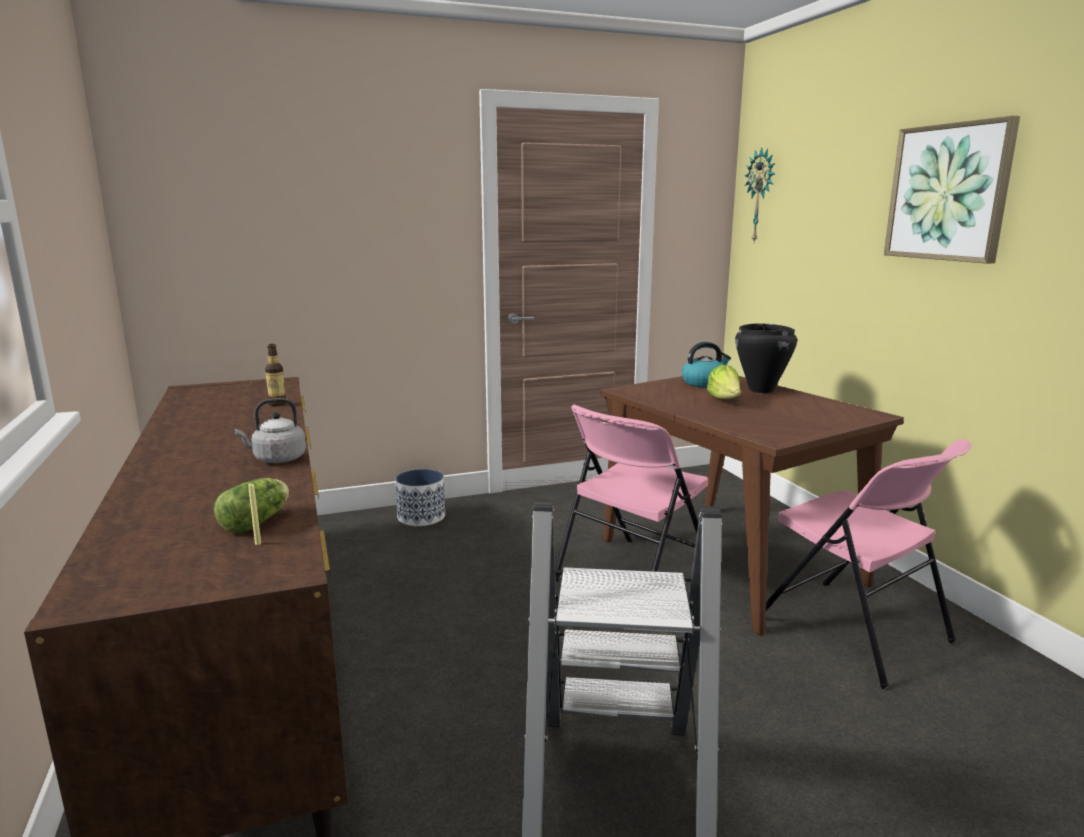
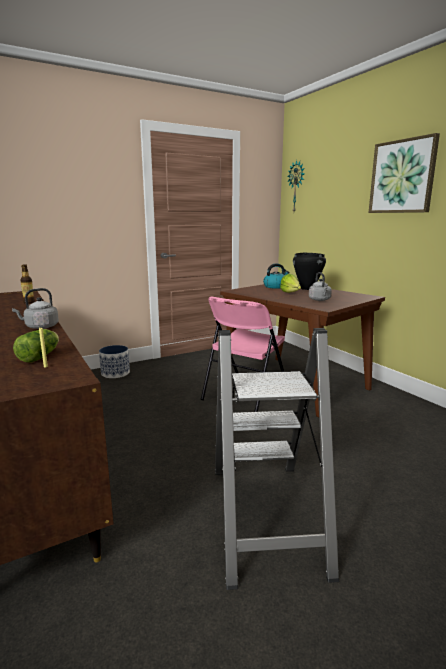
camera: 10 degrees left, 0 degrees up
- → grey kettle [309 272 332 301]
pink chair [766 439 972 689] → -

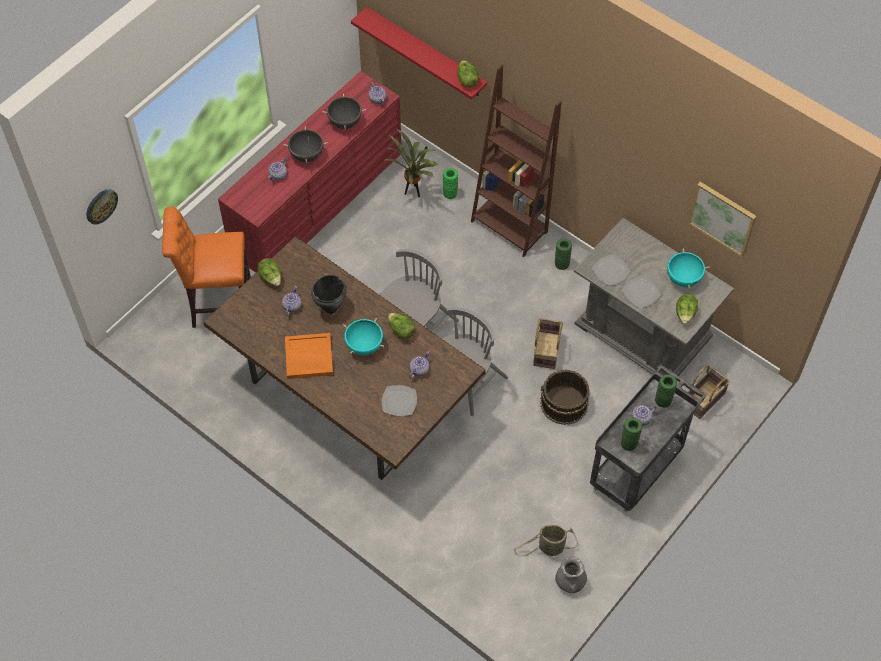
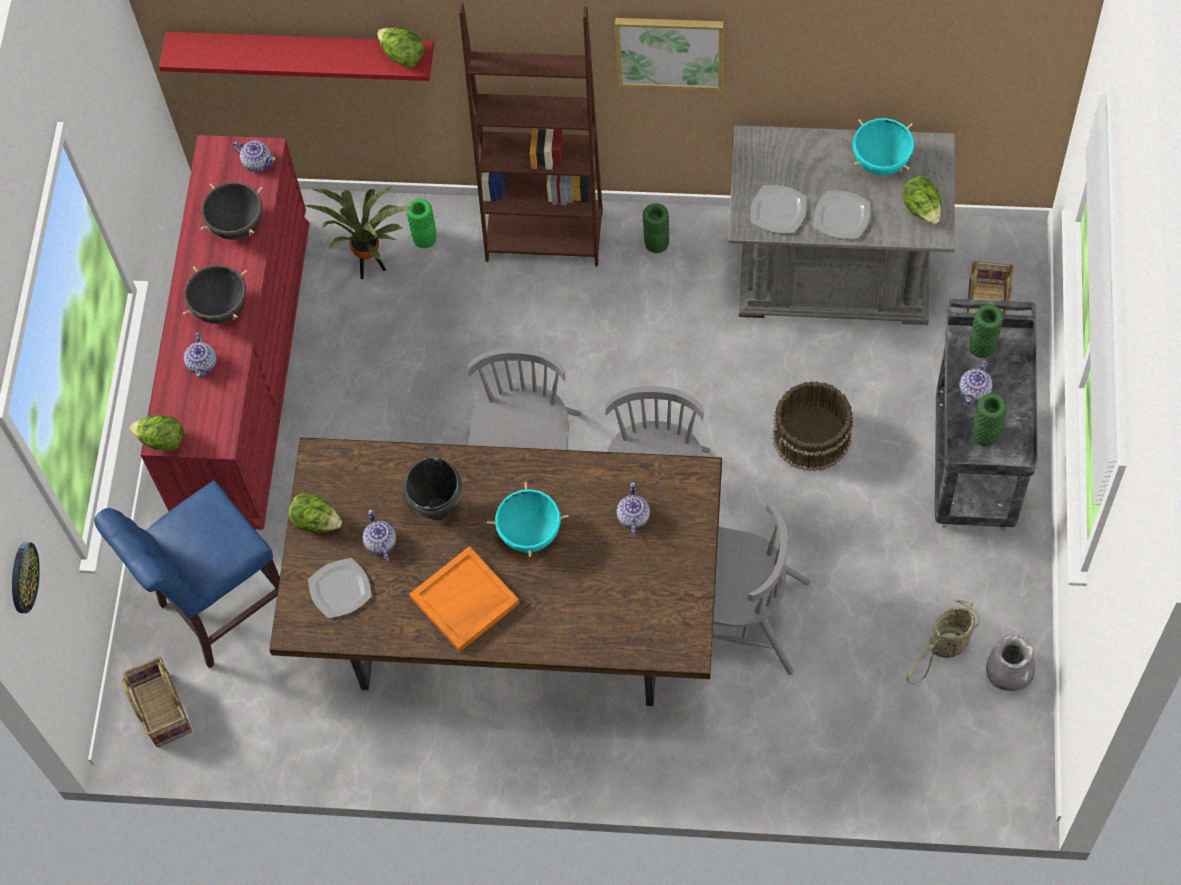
camera: 30 degrees left, 5 degrees up
orange stool [162 207 251 328] → blue stool [94 480 280 669]
basket [533 318 563 369] → basket [122 657 192 747], relocated
lettuce [388 313 415 339] → lettuce [130 415 183 451], relocated
plate [382 385 417 416] → plate [308 558 372 618], relocated
picture [688 182 756 257] → picture [615 18 724 91], relocated
- → grey chair [712 504 811 675]

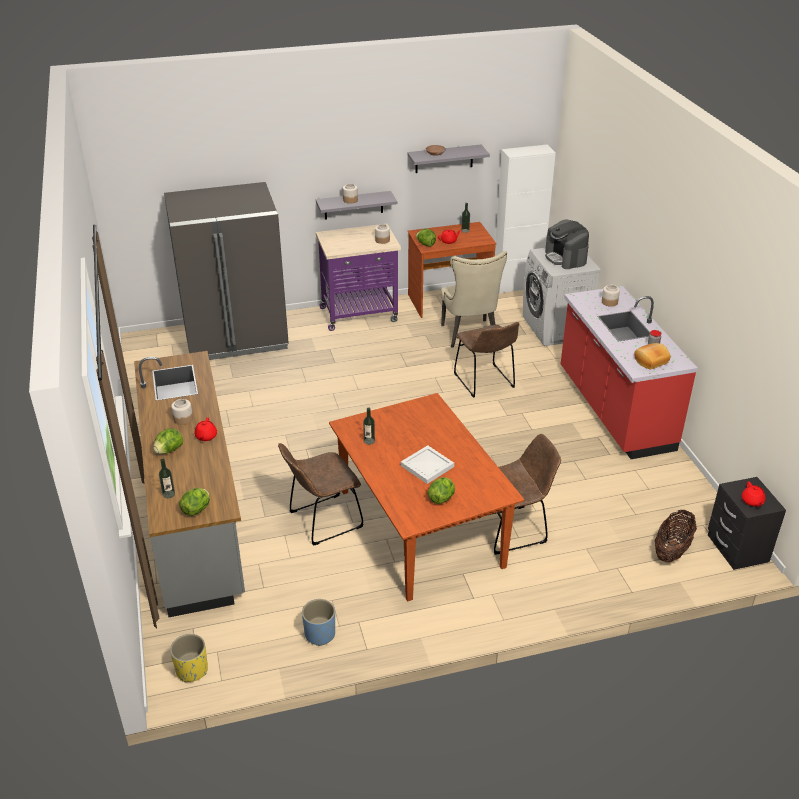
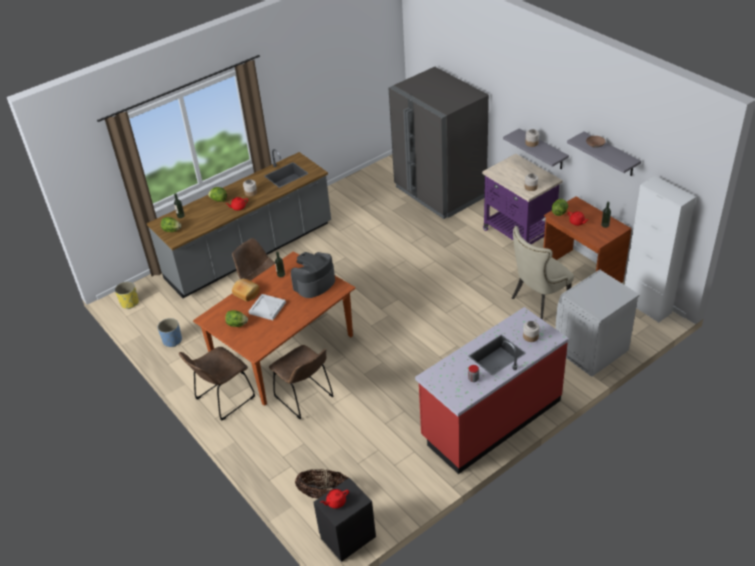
camera: 70 degrees right, 5 degrees up
brown chair [454 322 519 398] → brown chair [179 347 255 420], relocated
bread [634 343 670 369] → bread [232 279 260 302], relocated
coffee machine [545 220 589 269] → coffee machine [291 252 335 298], relocated

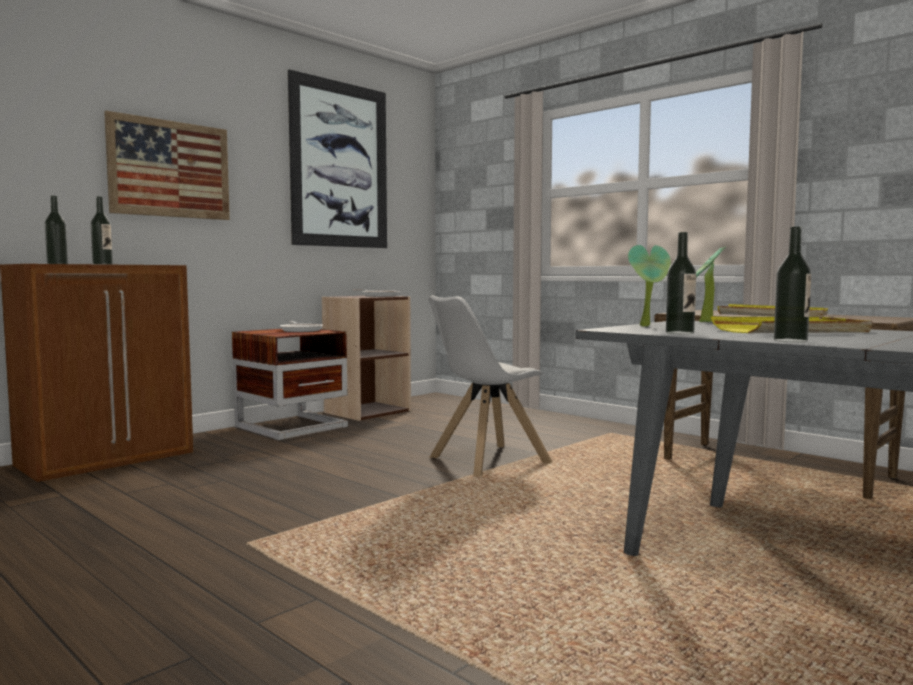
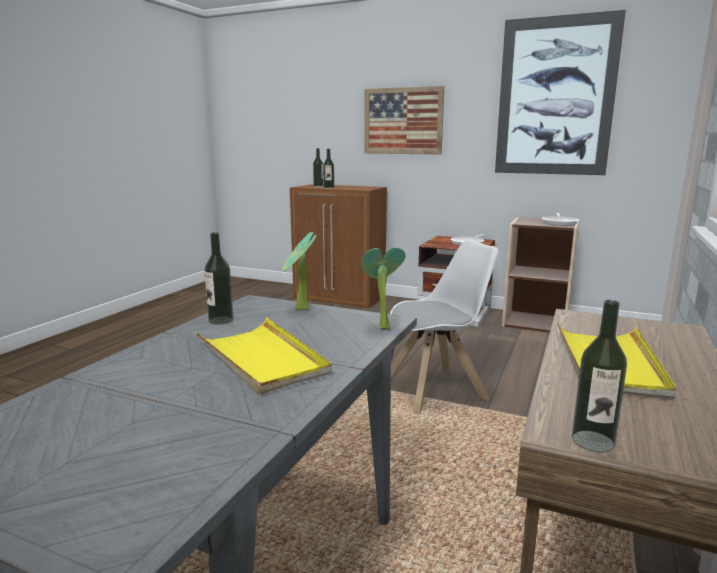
camera: 70 degrees right, 10 degrees up
chair [428 295 552 477] → chair [390 239 498 414], 120 degrees clockwise
bottle [774 226 811 342] → bottle [572 300 627 452], relocated

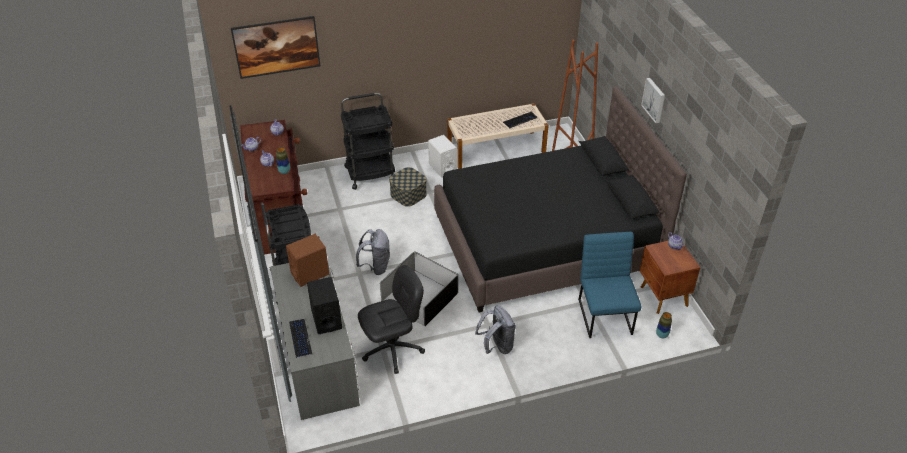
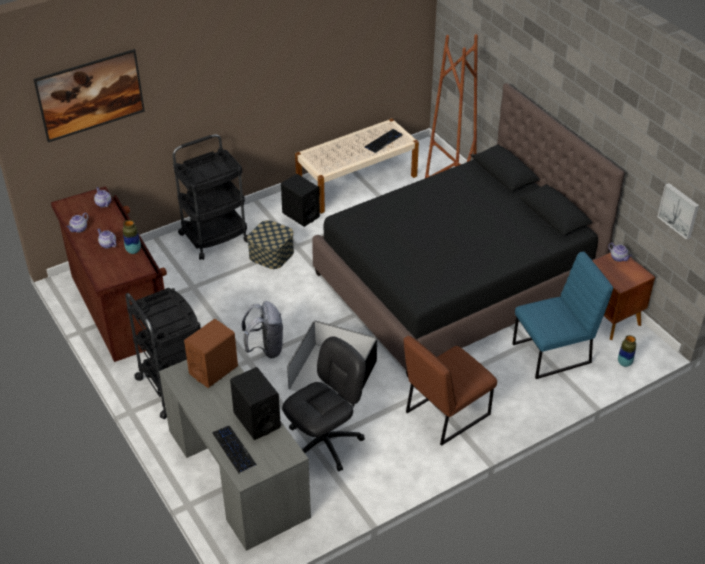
camera: 15 degrees left, 0 degrees up
white speaker [428 135 457 178] → black speaker [281 174 320 227]
grey backpack [475 306 516 354] → brown chair [404 336 497 446]
blue chair [578 232 641 338] → blue chair [512 251 613 379], 90 degrees clockwise
picture [641 78 665 123] → picture [658 183 699 240], relocated

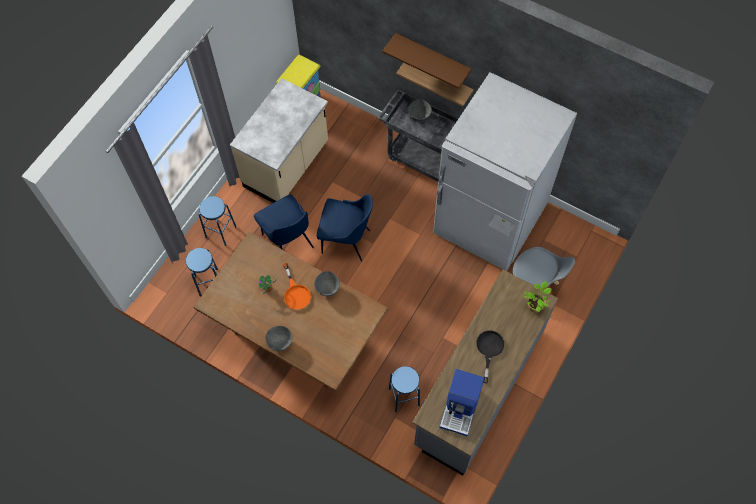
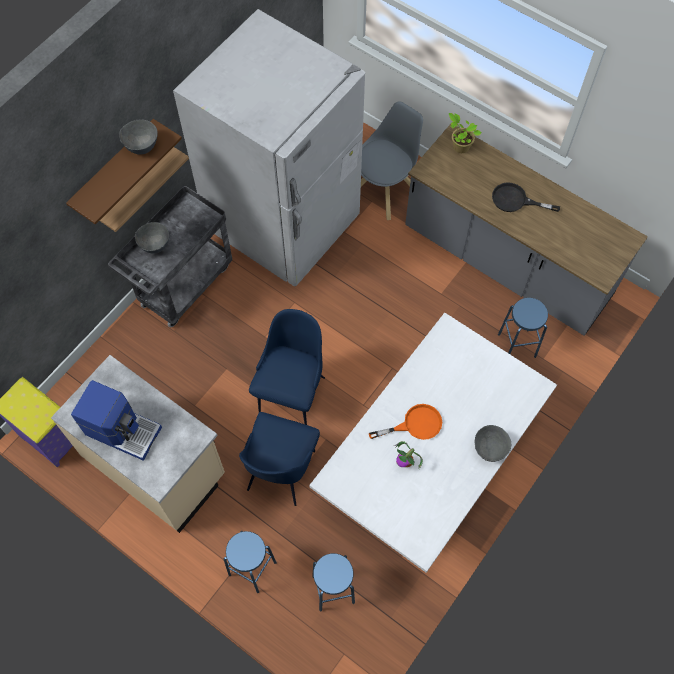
camera: 85 degrees left, 0 degrees up
coffee machine [439 369 484 436] → coffee machine [71 380 162 461], relocated
grey bowl [314 271 340 296] → grey bowl [119 119 158 155], relocated
blue chair [254 194 314 249] → blue chair [239 412 320 506], 135 degrees clockwise
brown dining table [194 232 388 391] → white dining table [309 312 557 573]

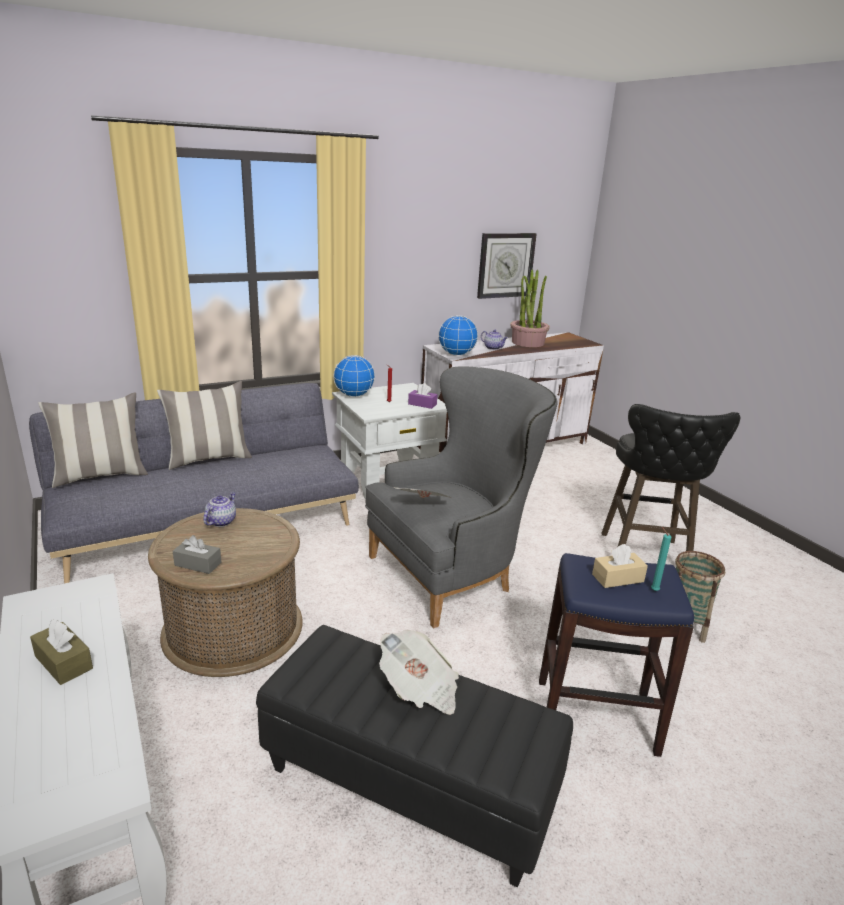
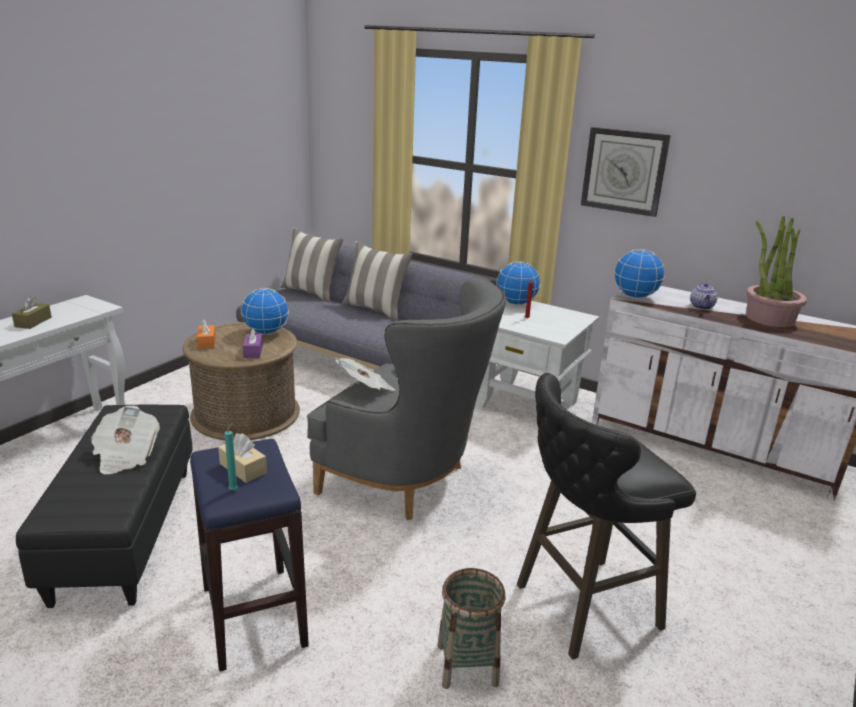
camera: 60 degrees right, 0 degrees up
grey tissue box [173 535 222 574] → orange tissue box [197 319 216 349]
teapot [203 492 236 527] → globe [241 288 289 335]
purple tissue box [408 383 437 409] → purple tissue box [243 328 263 358], relocated
wall clock [477 233 537 299] → wall clock [581 127 671 217], relocated

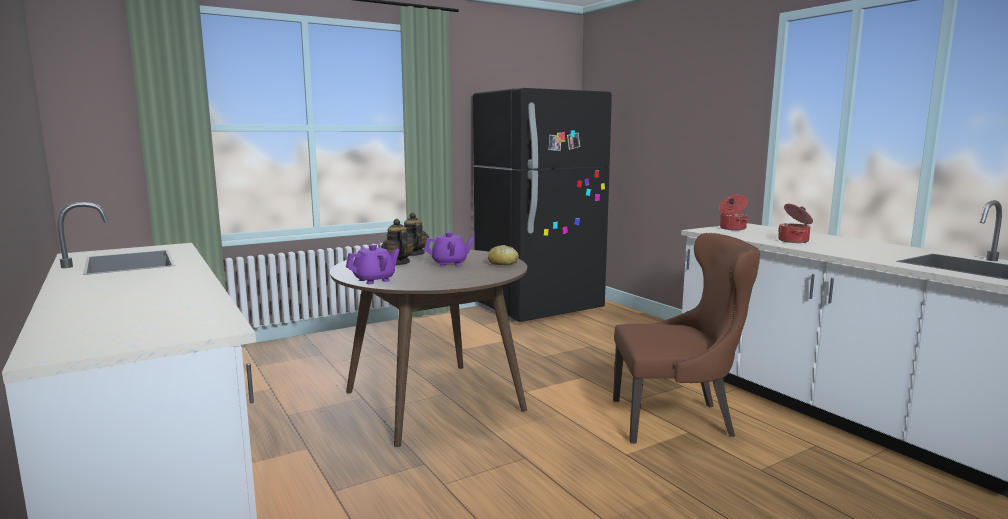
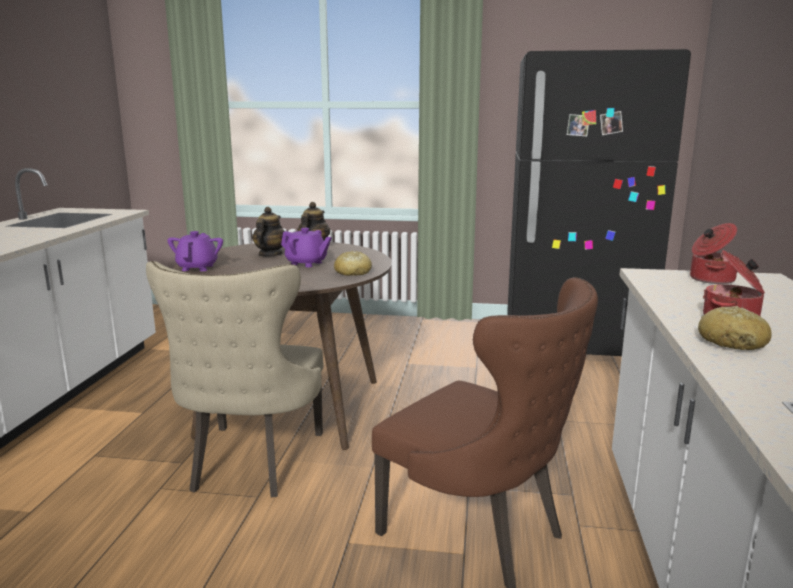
camera: 40 degrees right, 5 degrees up
- → beige chair [146 261 323 498]
purple teapot [346 245 400 284] → purple teapot [167 231 223 271], 90 degrees counterclockwise
- → bread [698 306 772 350]

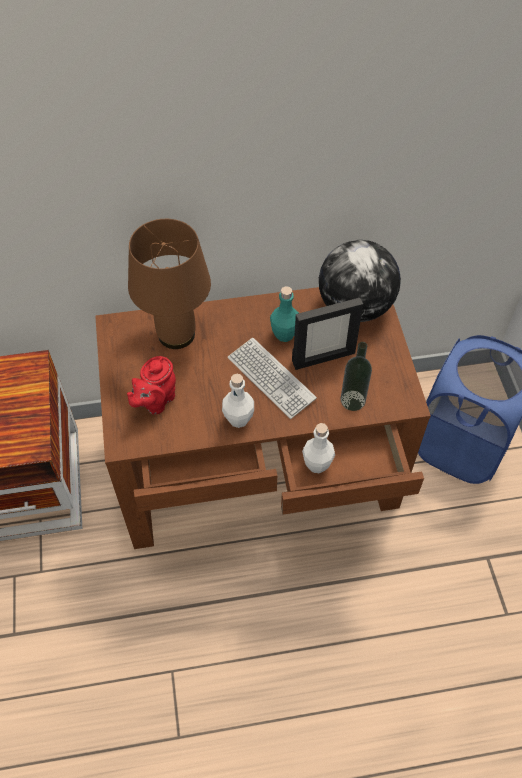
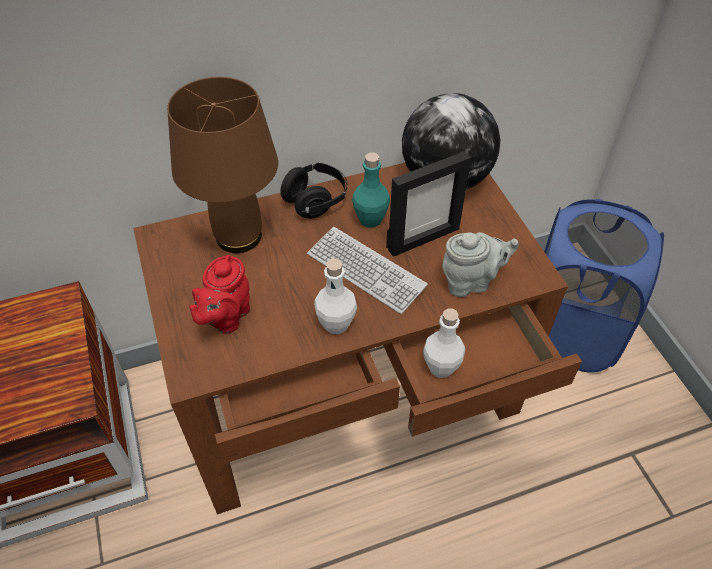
camera: 10 degrees left, 5 degrees down
- → black headphones [280 163 347 219]
bottle [341 342 372 411] → grey teapot [442 232 519 297]

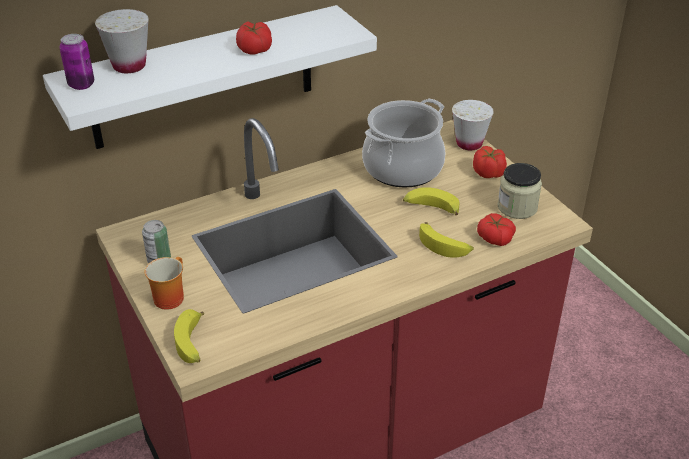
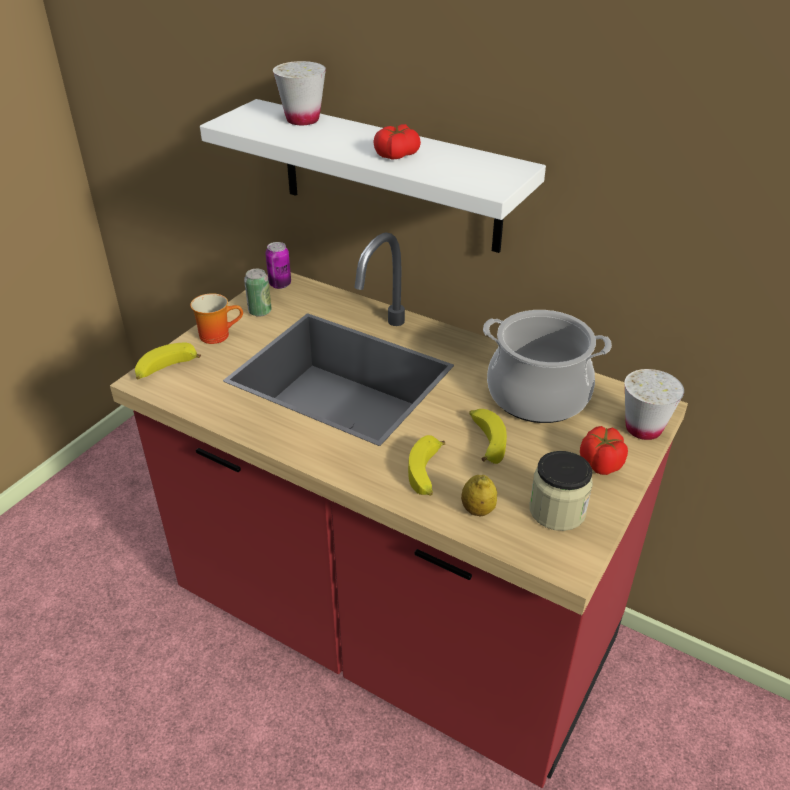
camera: 60 degrees right, 0 degrees up
can [59 34 94 90] → can [265 242 291 289], relocated
tomato [477 213 516 246] → lemon [461 475 497 517]

